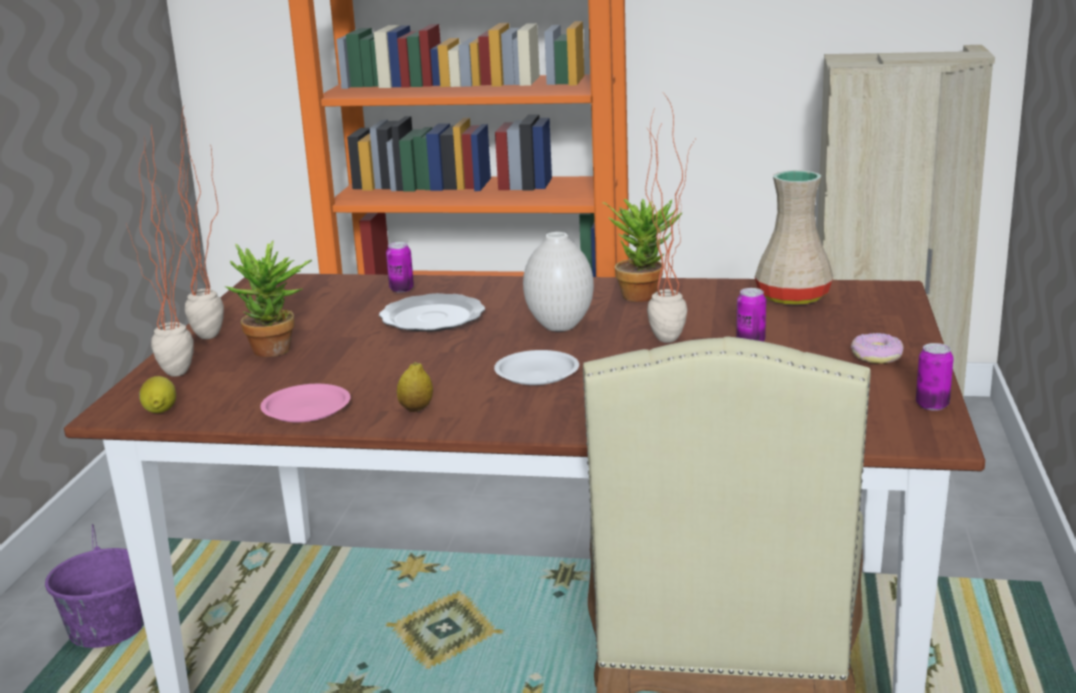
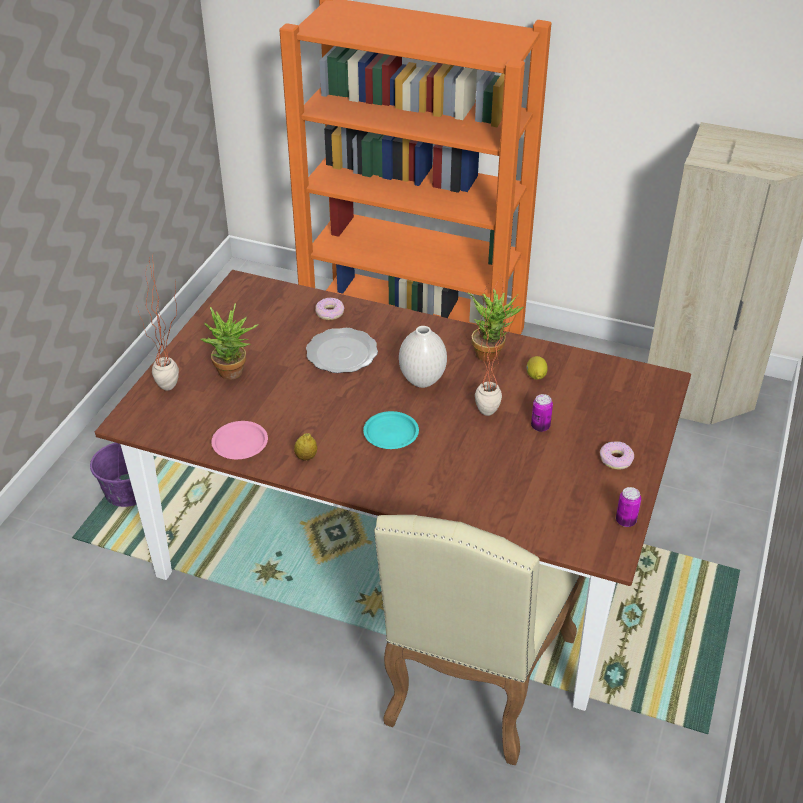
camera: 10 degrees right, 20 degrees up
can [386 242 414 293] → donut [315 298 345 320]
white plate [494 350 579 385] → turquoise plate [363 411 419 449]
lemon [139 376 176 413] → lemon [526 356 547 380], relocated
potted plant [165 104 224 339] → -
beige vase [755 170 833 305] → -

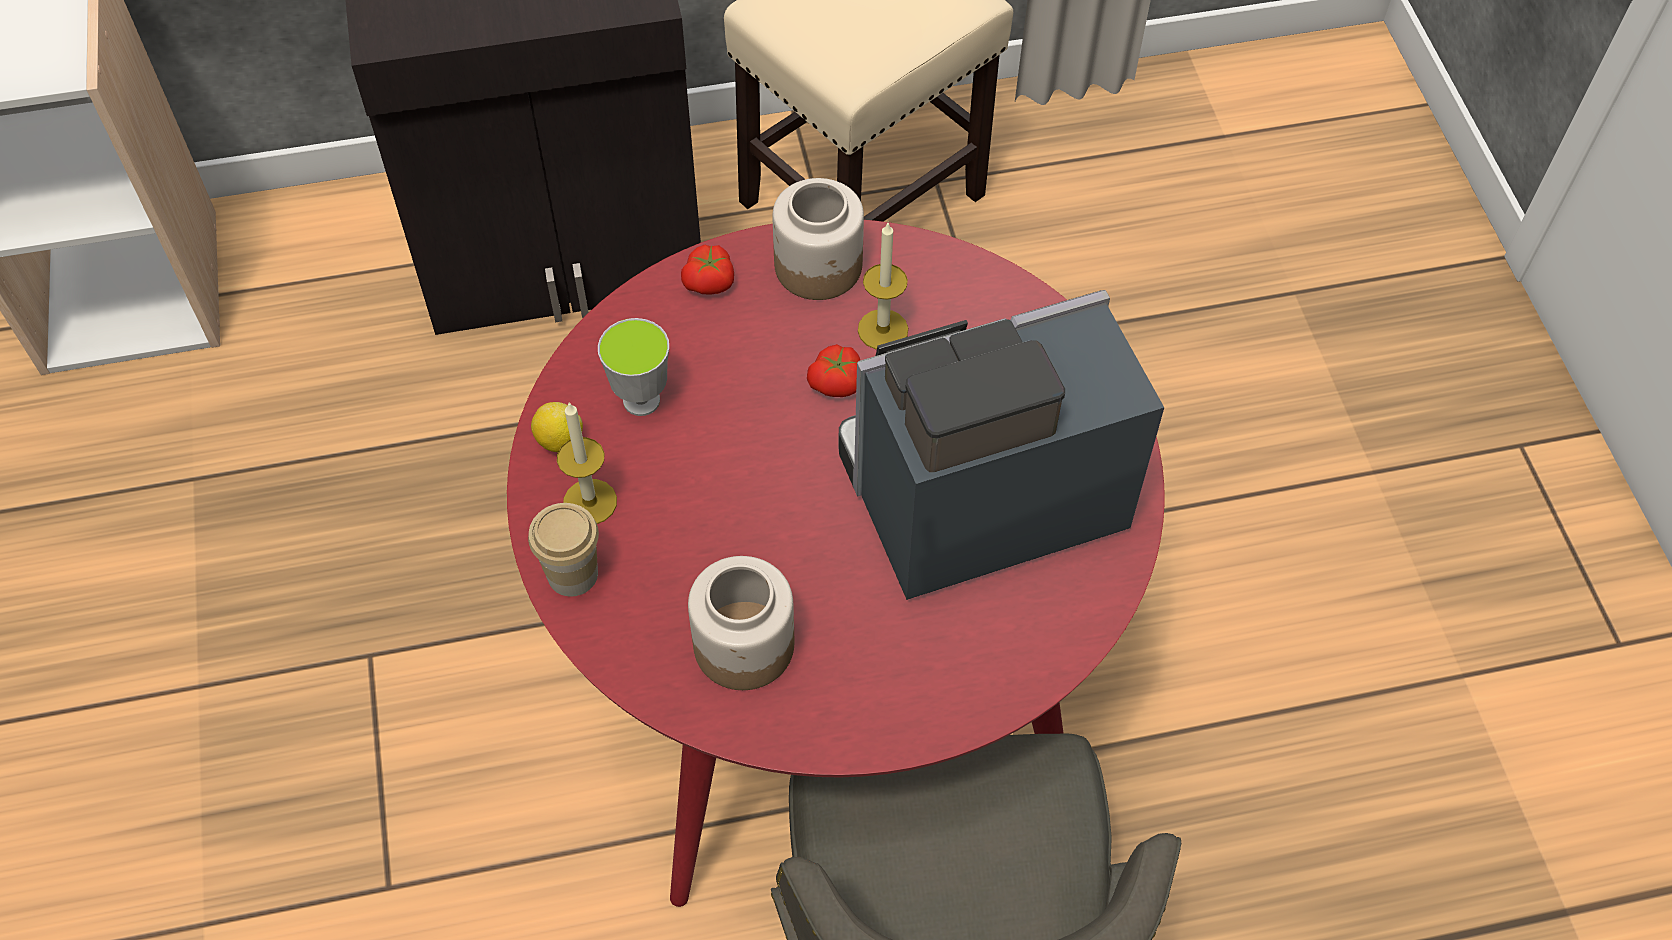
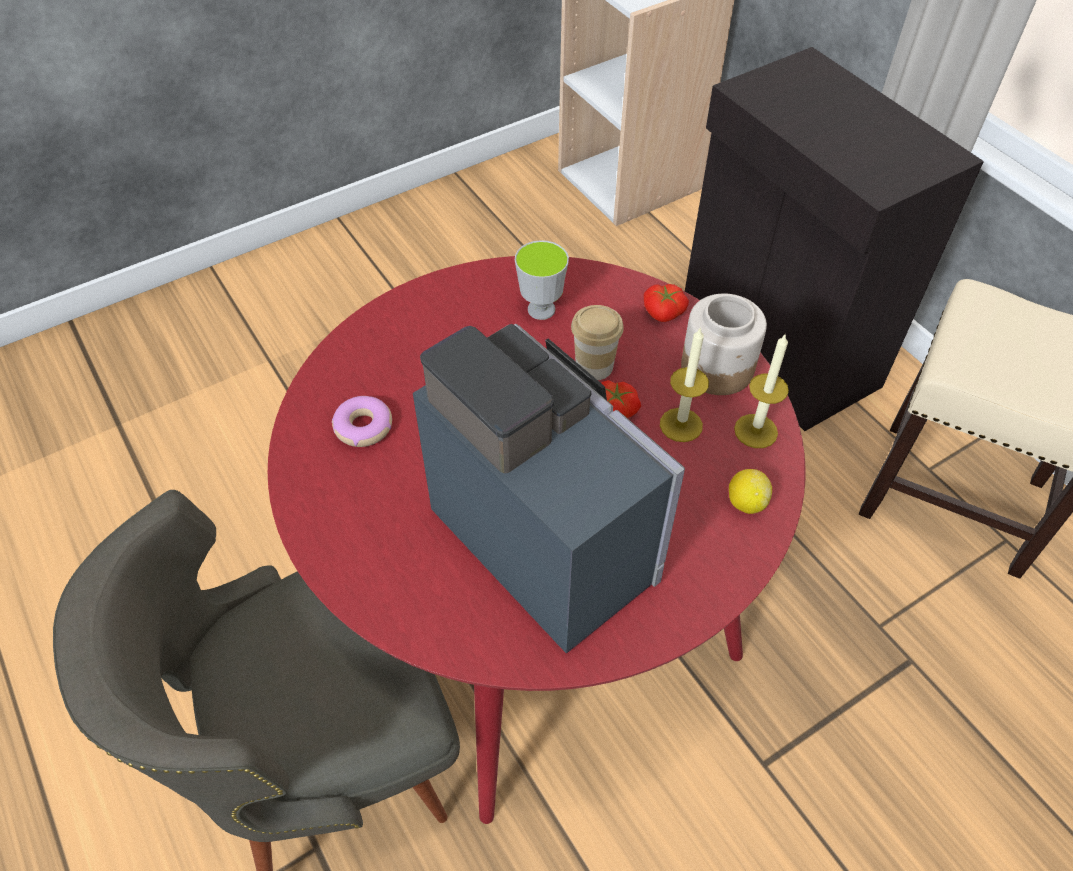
camera: 70 degrees right, 5 degrees down
jar [688 556 795 690] → donut [332 396 392 447]
cup [528 503 599 597] → cup [571 305 624 380], relocated
lemon [531 402 583 452] → lemon [729 469 772 514], relocated
candle [557 402 617 524] → candle [734 333 789 448], relocated

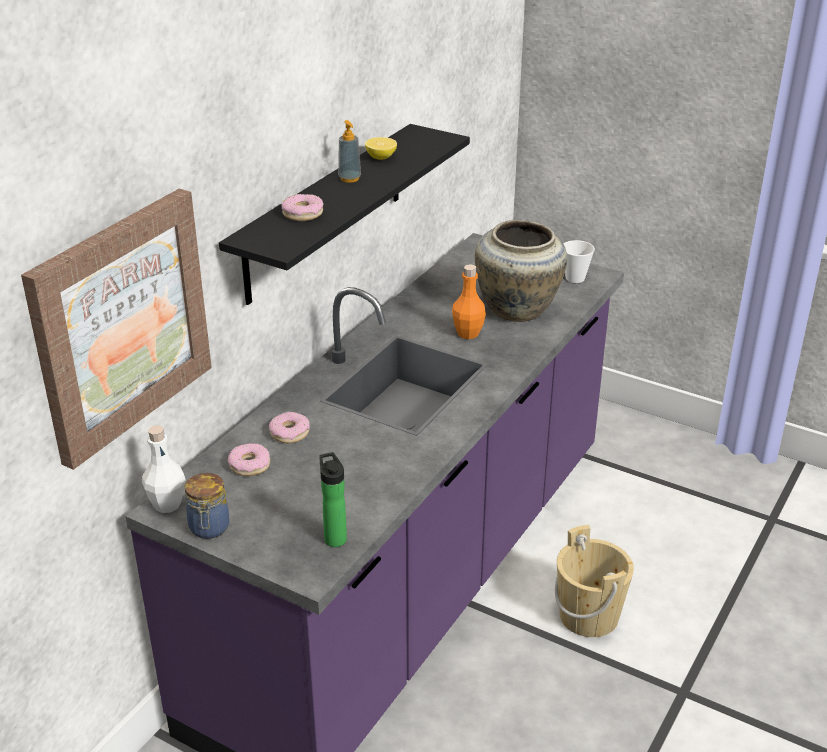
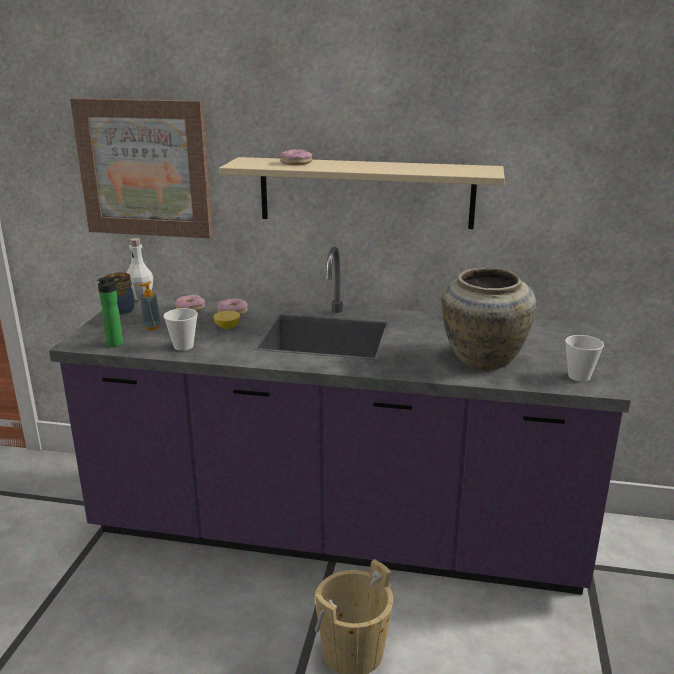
camera: 70 degrees right, 10 degrees down
soap dispenser [338 120 361 183] → soap dispenser [138 282 161 330], relocated
- → cup [163 308 198 351]
lemon [365 137 397 160] → lemon [213 311 240 329], relocated
black shelf [219 124 470 305] → beige shelf [219 157 505 229]
orange bottle [452 264 486 339] → -

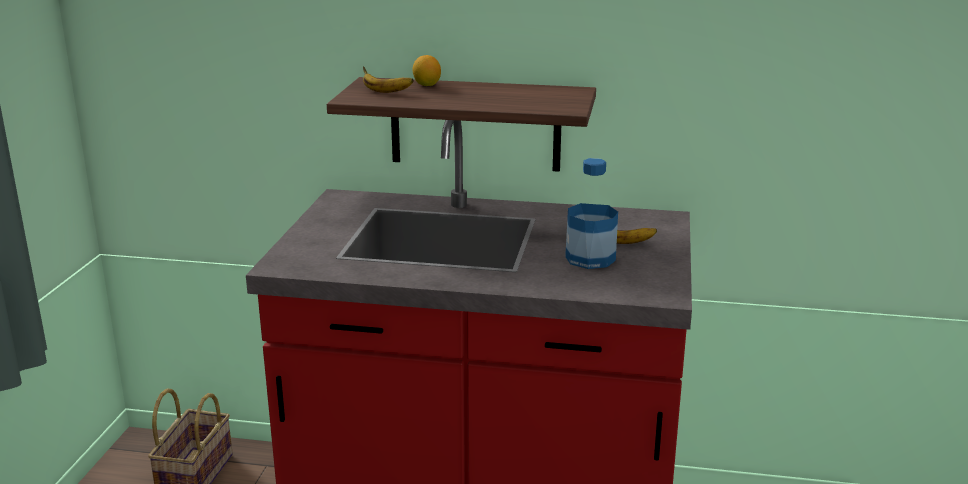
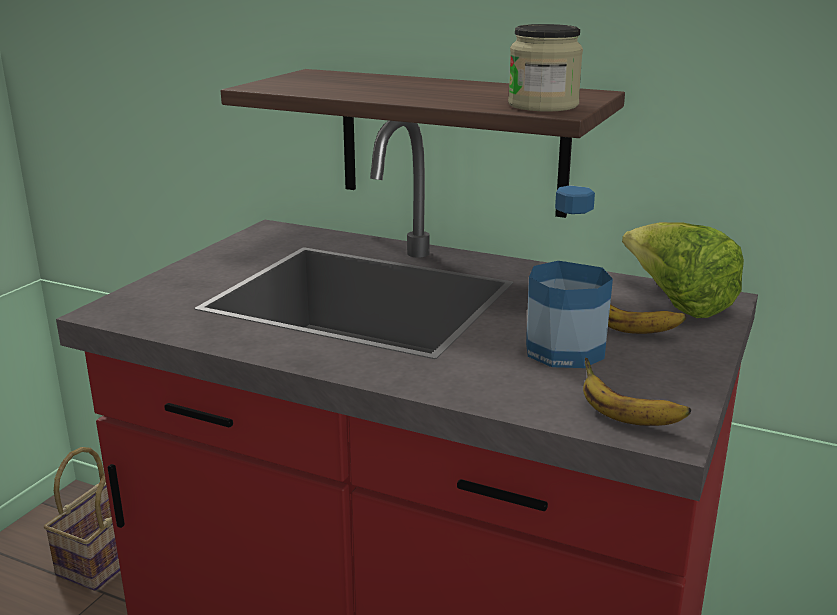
camera: 15 degrees right, 0 degrees up
- → jar [508 24 583 112]
banana [363 67 414 93] → banana [583 357 691 426], relocated
- → lettuce [622 222 744 318]
lemon [413 55 441 86] → -

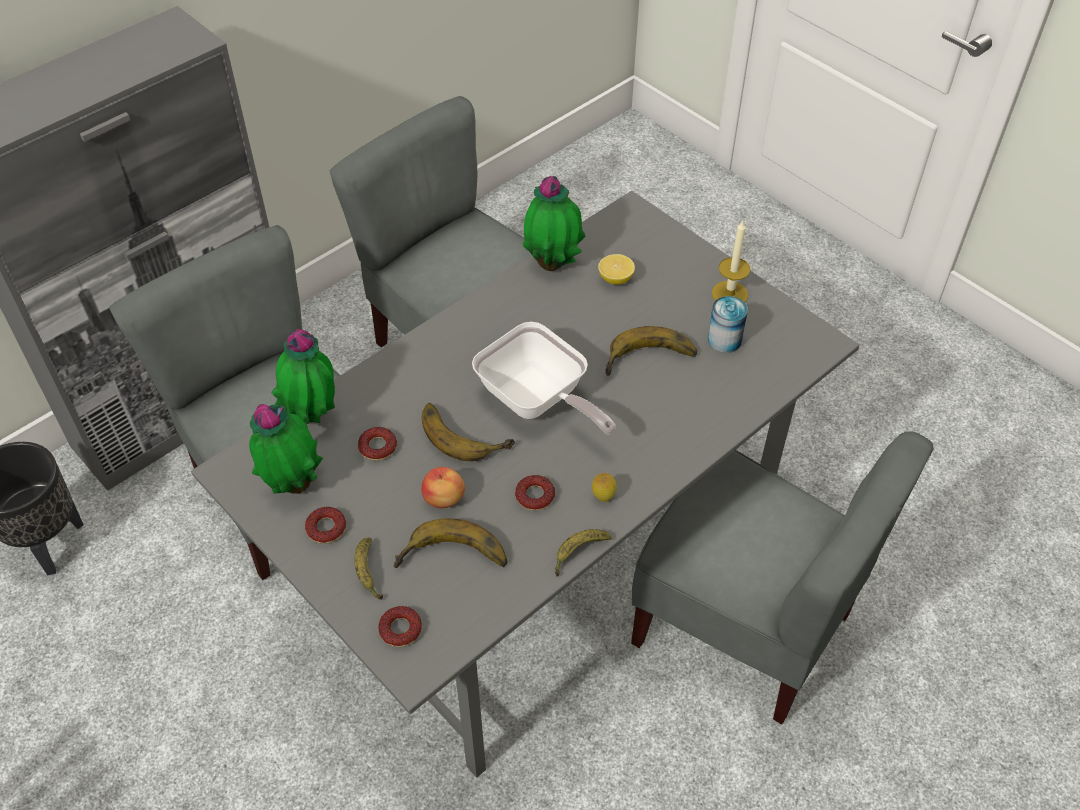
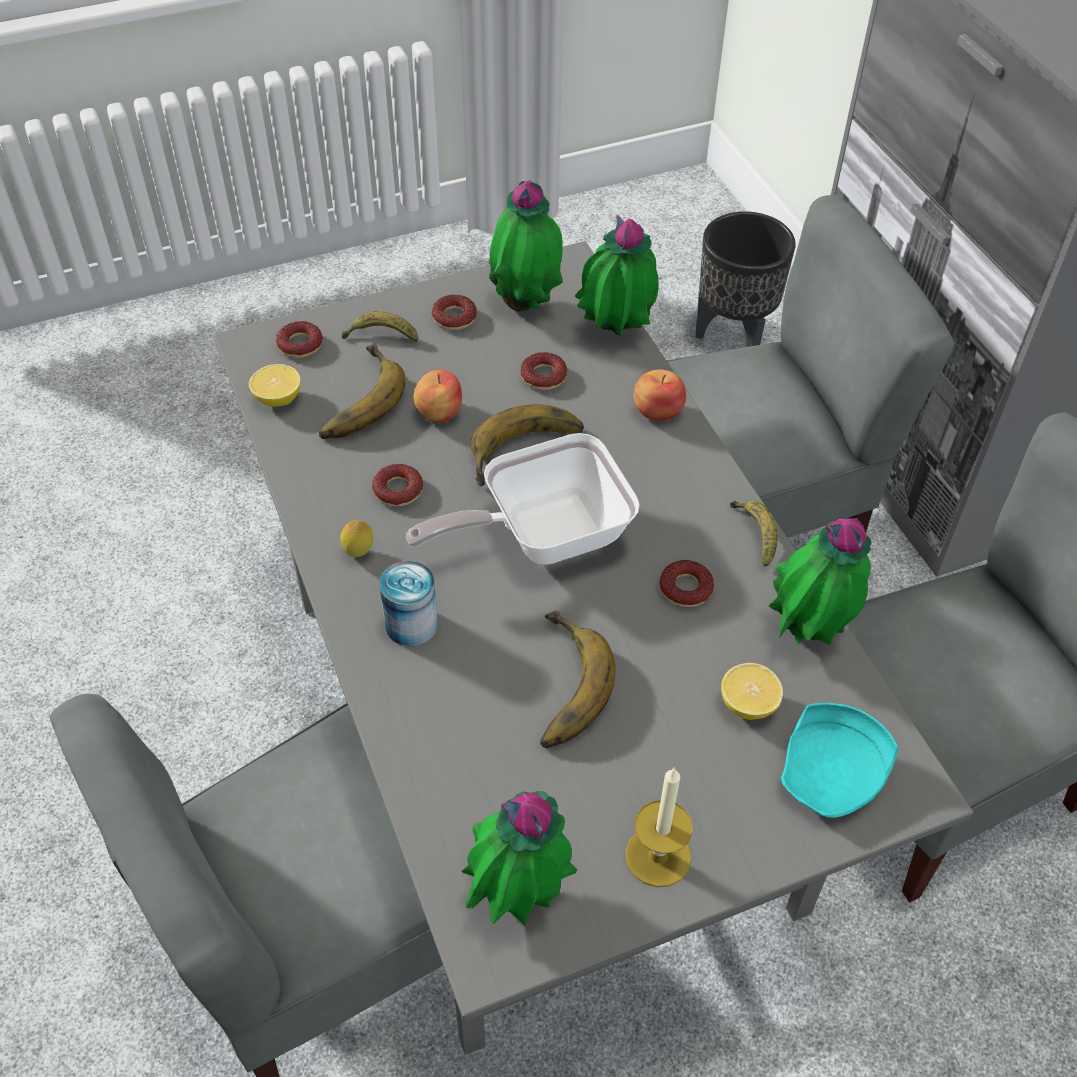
camera: 110 degrees right, 0 degrees up
- → lemon [249 364 301 407]
can [708 296 748 353] → can [380 561 438 647], relocated
- → potted plant [462 791 577 925]
- → apple [634 370 686 421]
- → donut [660 560 714 607]
banana [555 529 611 576] → banana [730 501 777 567], relocated
- → turquoise plate [781 703 898 818]

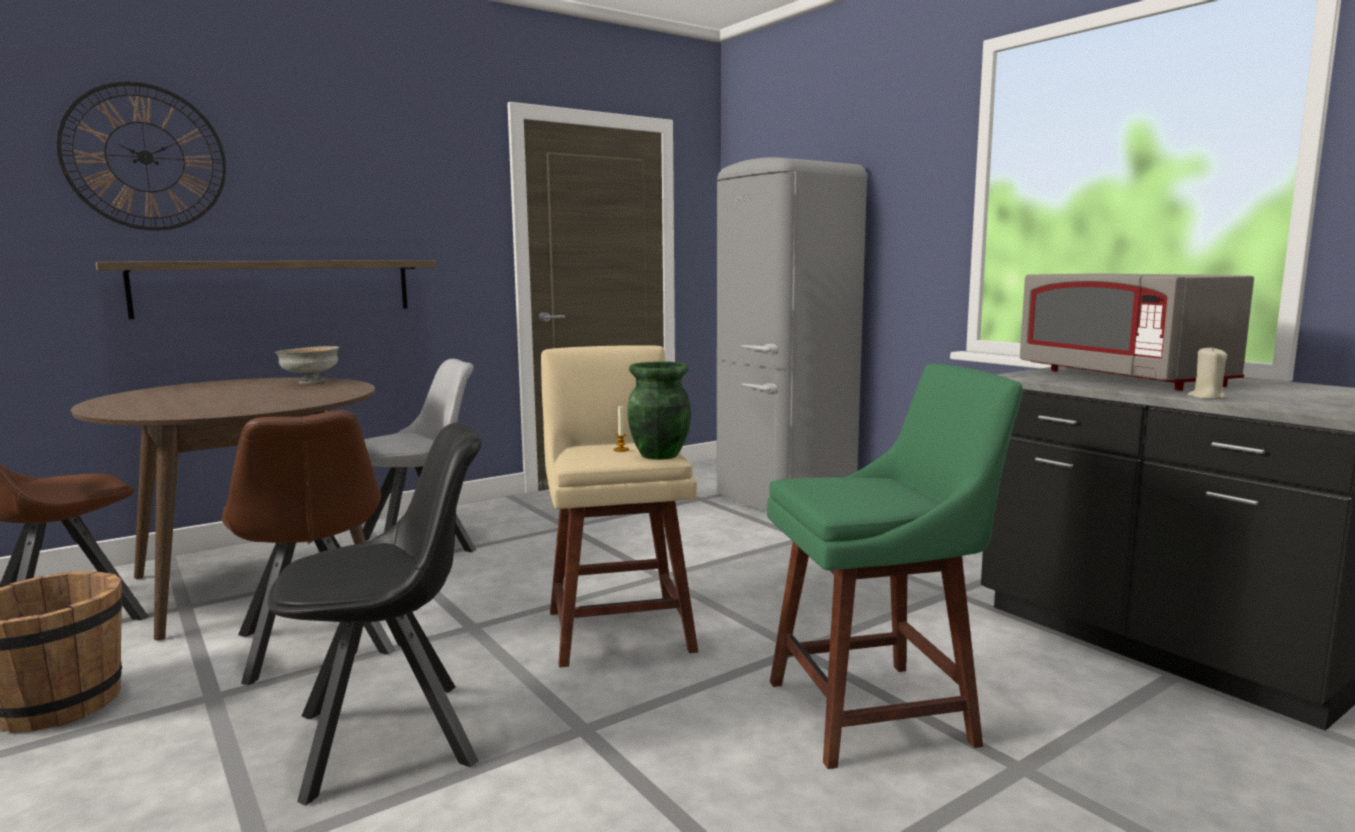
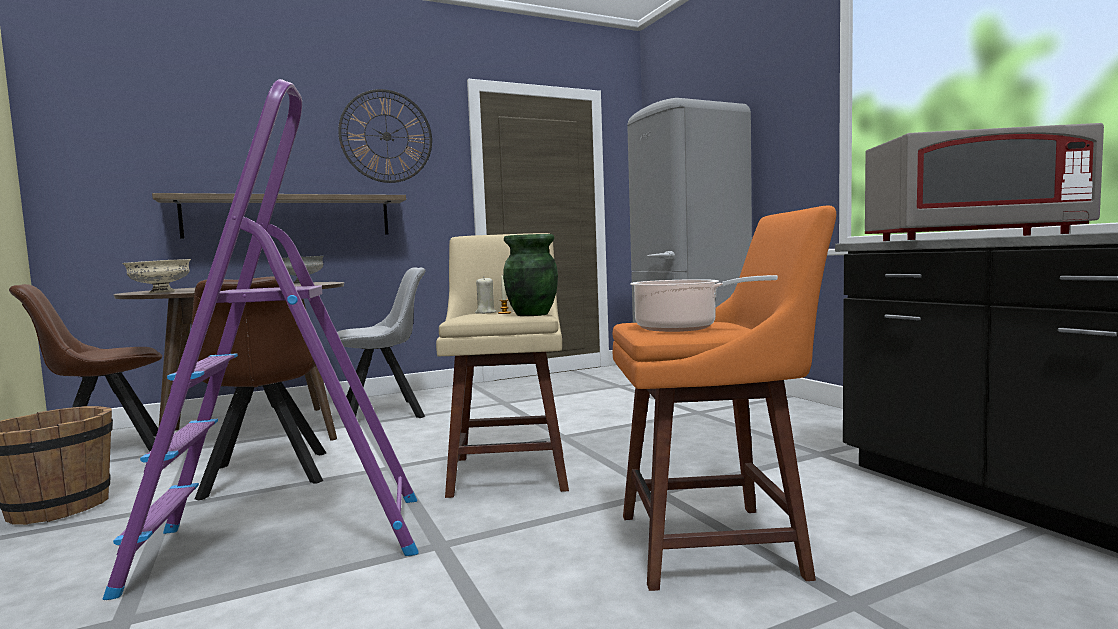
camera: 10 degrees right, 5 degrees down
black chair [268 423 482 806] → purple step ladder [103 79 418 600]
- → beige bowl [122 259 191 294]
wall clock [56 81 226 231] → wall clock [338 89 432 183], relocated
beige candle [1188 346 1228 399] → beige candle [475 278 496 314], relocated
green stool [767 364 1023 769] → orange stool [613 206 836 591]
- → cooking pot [630 275 778 332]
grey microwave [1020 273 1254 391] → grey microwave [865 123 1104 241], 75 degrees counterclockwise

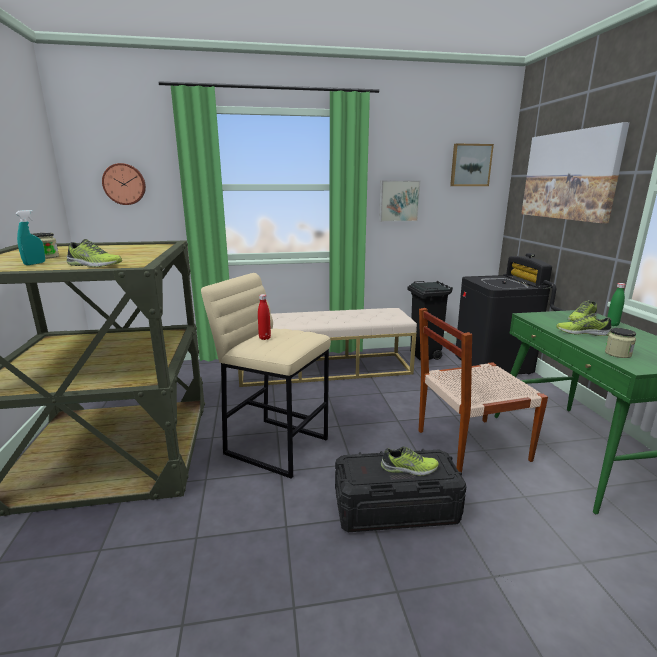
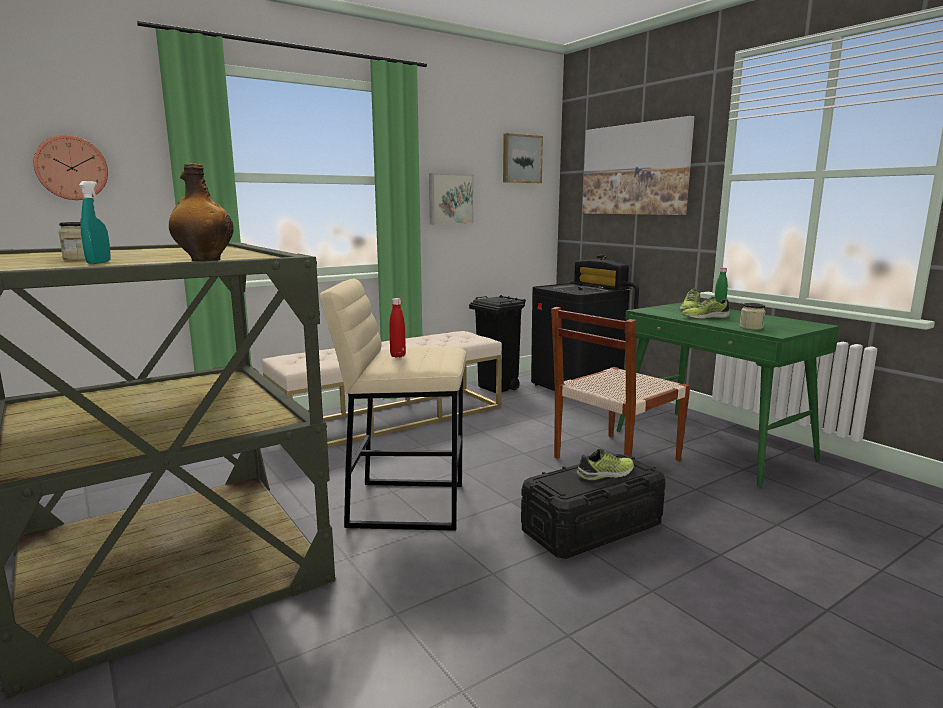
camera: 25 degrees left, 5 degrees down
shoe [67 239 122 267] → bottle [169 163 234 261]

